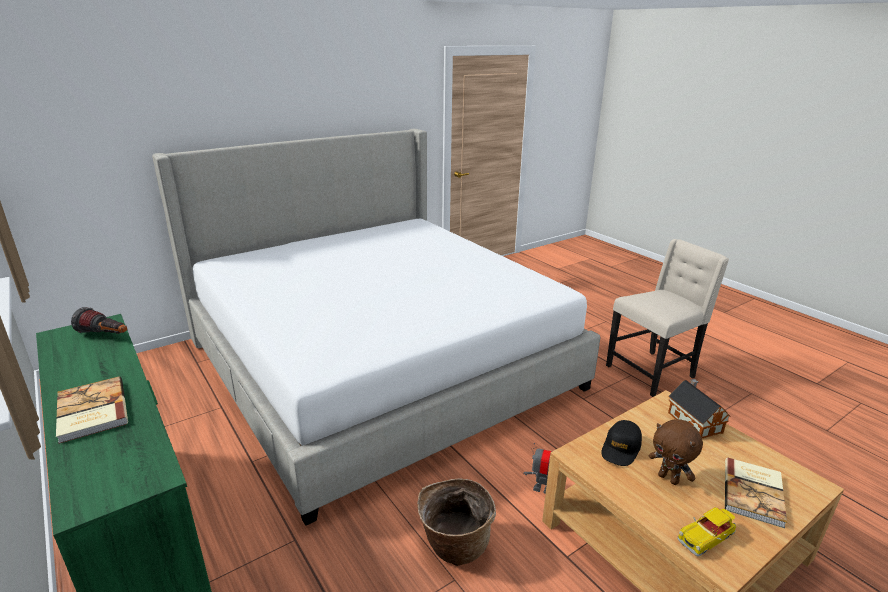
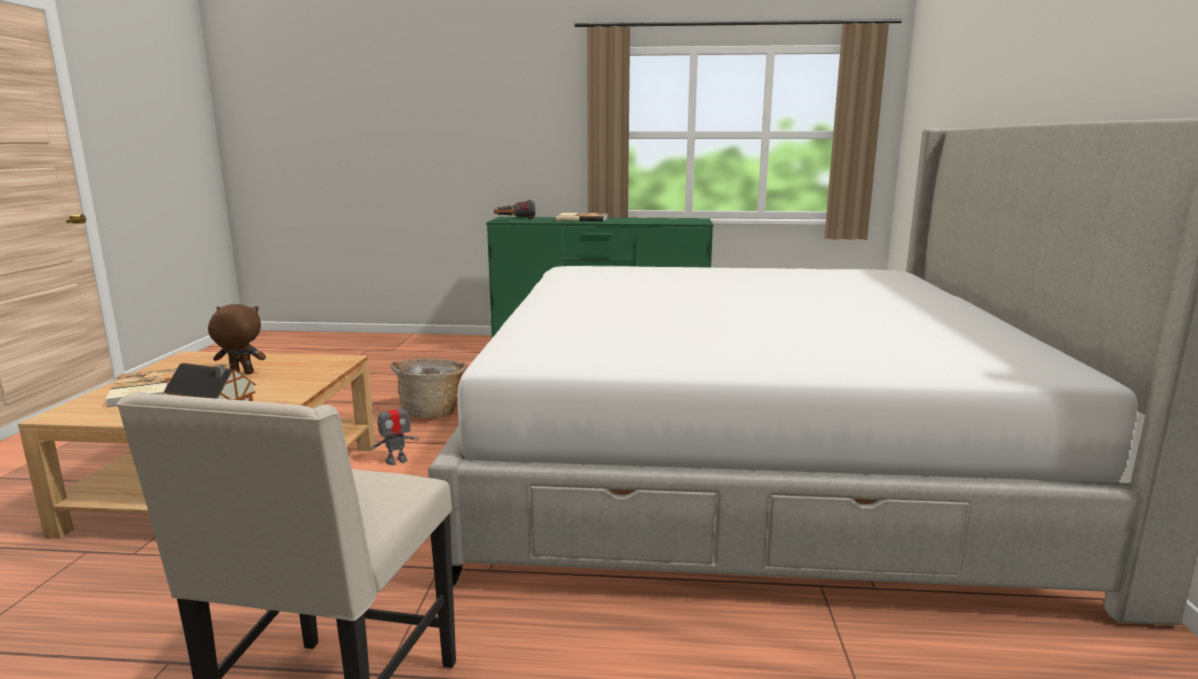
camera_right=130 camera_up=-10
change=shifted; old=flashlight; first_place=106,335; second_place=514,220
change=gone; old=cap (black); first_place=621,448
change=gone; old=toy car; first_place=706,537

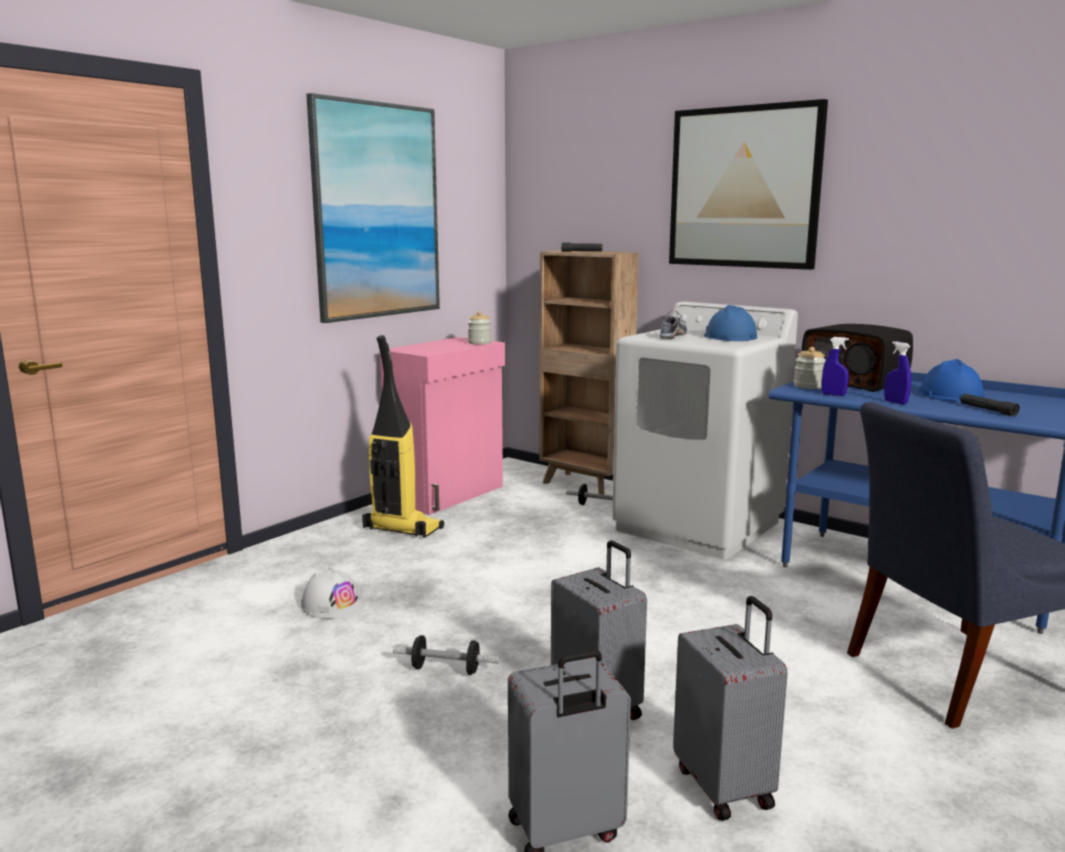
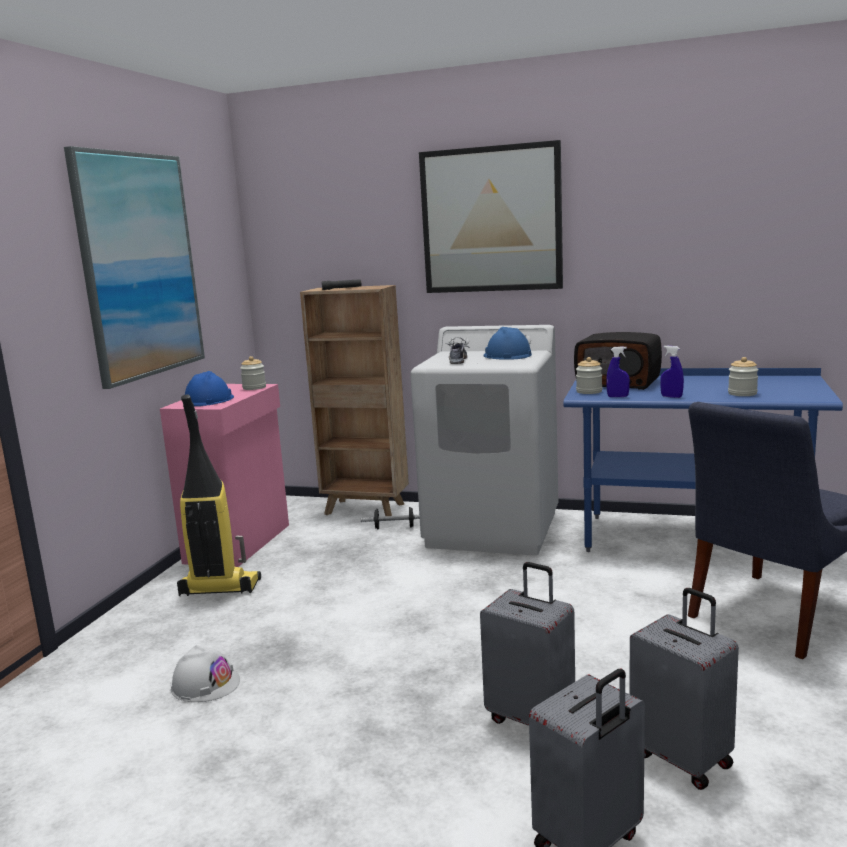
camera_right=-20 camera_up=0
change=gone; old=dumbbell; first_place=446,669
change=shifted; old=hard hat (blue); first_place=951,395; second_place=209,400
change=swapped; old=flashlight (black); new=jar; first_place=987,410; second_place=742,393

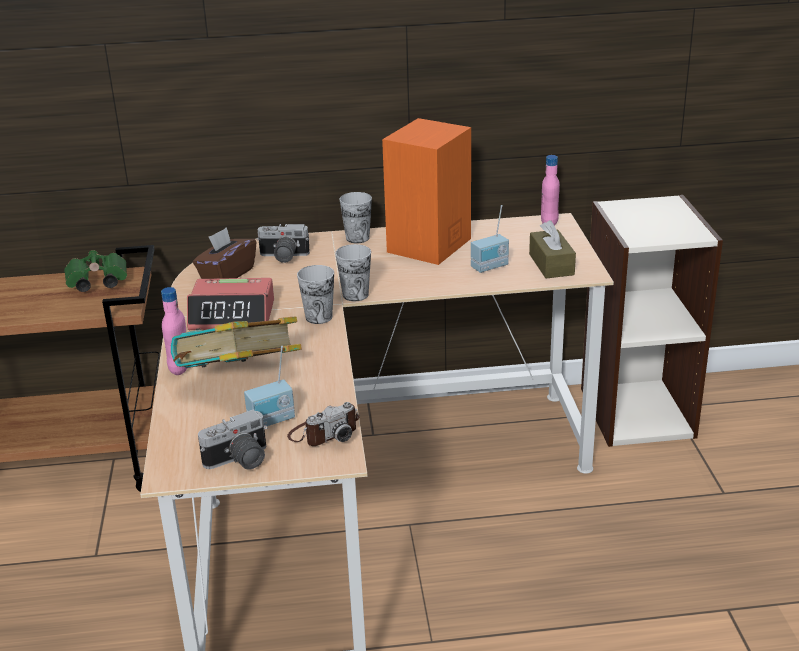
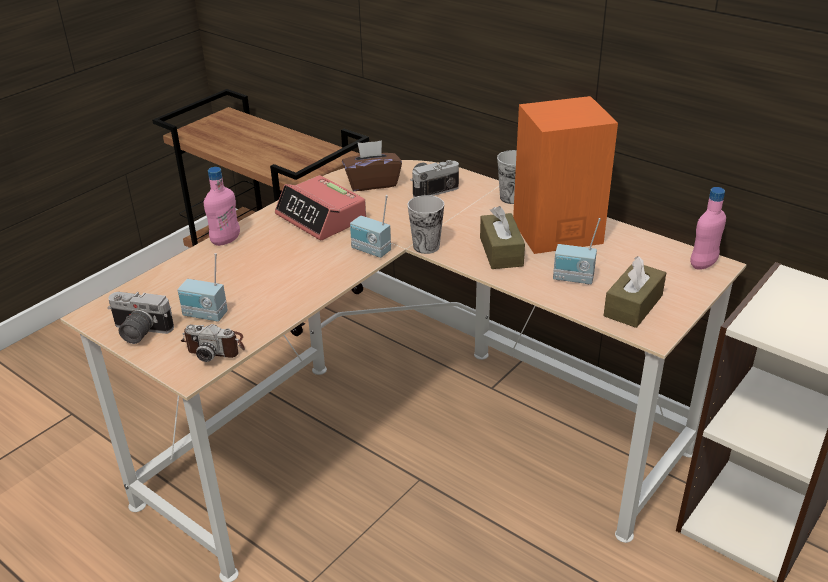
camera_right=45 camera_up=5
change=gone; old=binoculars (green); first_place=96,284
change=gone; old=book; first_place=239,381
change=rotated; old=photo camera; first_place=283,257; second_place=431,187; degrees=105
change=swapped; old=cup; new=radio; first_place=319,317; second_place=370,251
change=new; new=tissue box (brown); second_place=501,251

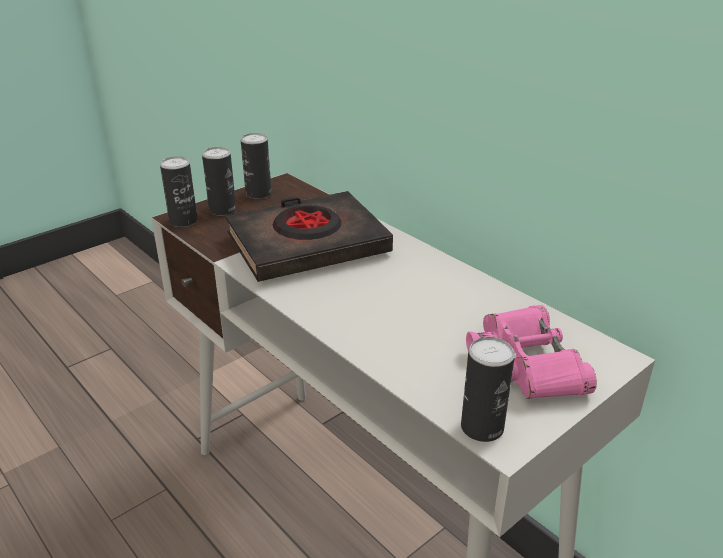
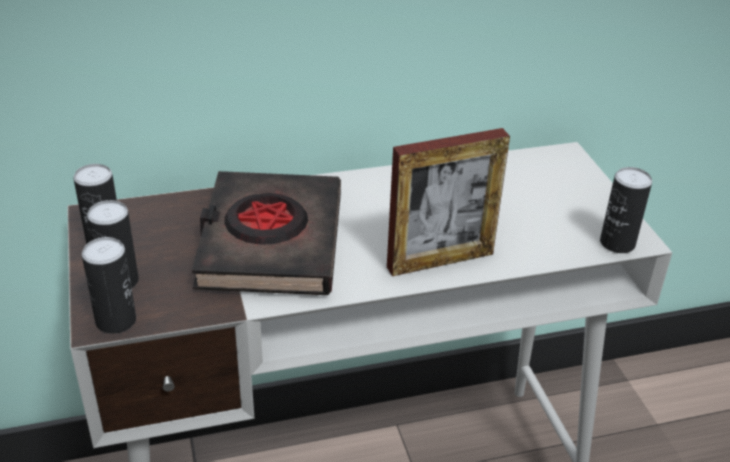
camera_right=-65 camera_up=5
change=gone; old=binoculars (pink); first_place=525,363
change=new; new=picture frame; second_place=440,260

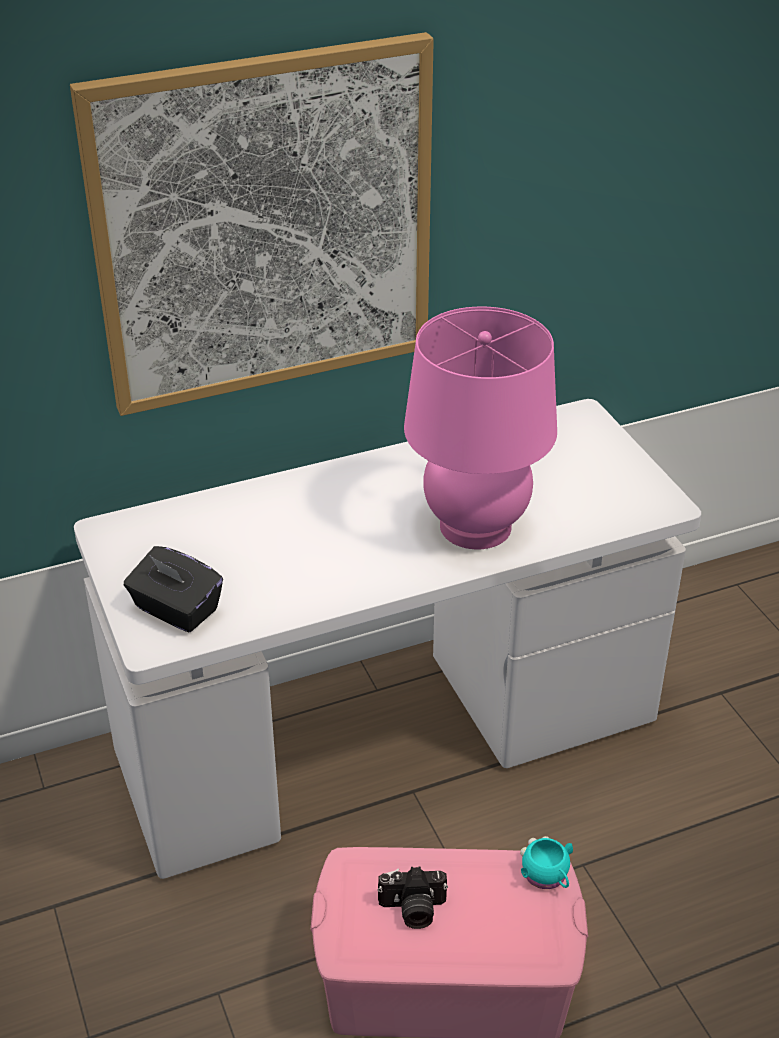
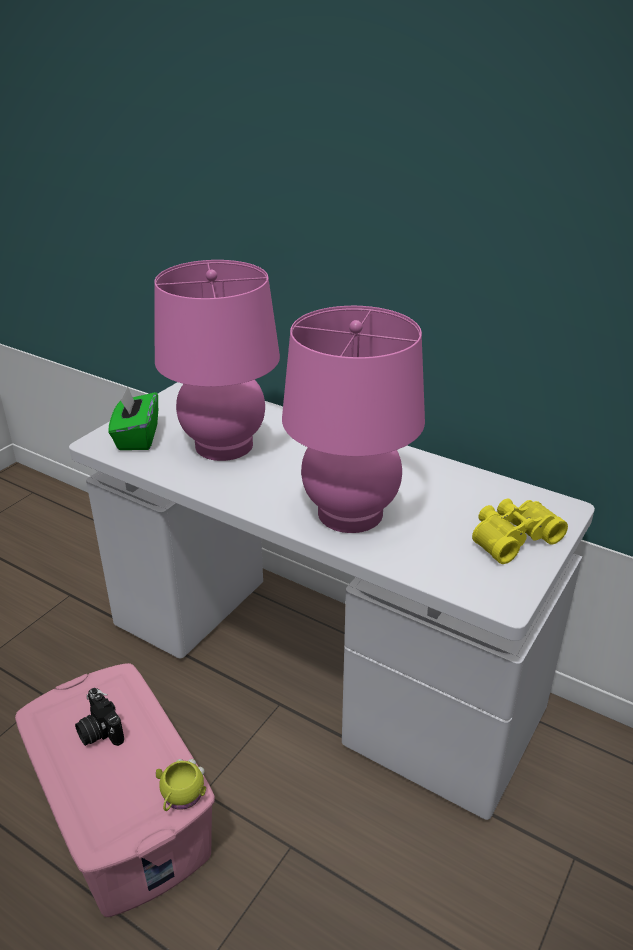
camera_right=55 camera_up=-5
change=gone; old=picture; first_place=265,227
change=repainted; old=tissue box (black); new=tissue box (green); first_place=176,610; second_place=137,437
change=repainted; old=mug (turquoise); new=mug (yellow); first_place=547,876; second_place=181,796
change=new; new=table lamp (pink); second_place=224,445
change=new; new=binoculars (yellow); second_place=511,537

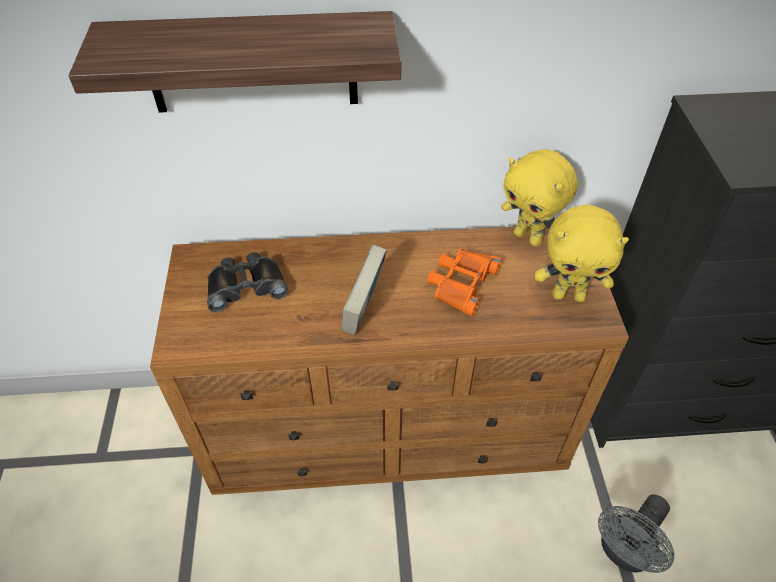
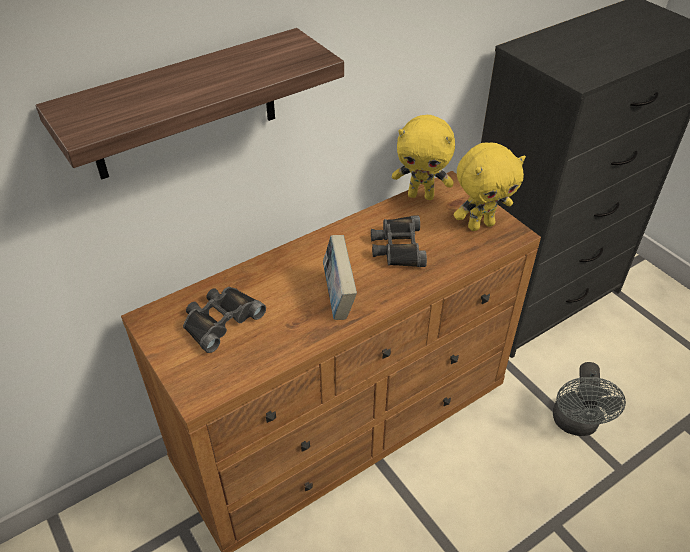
camera_right=-30 camera_up=-5
change=repainted; old=binoculars (orange); new=binoculars (black); first_place=461,283; second_place=397,247

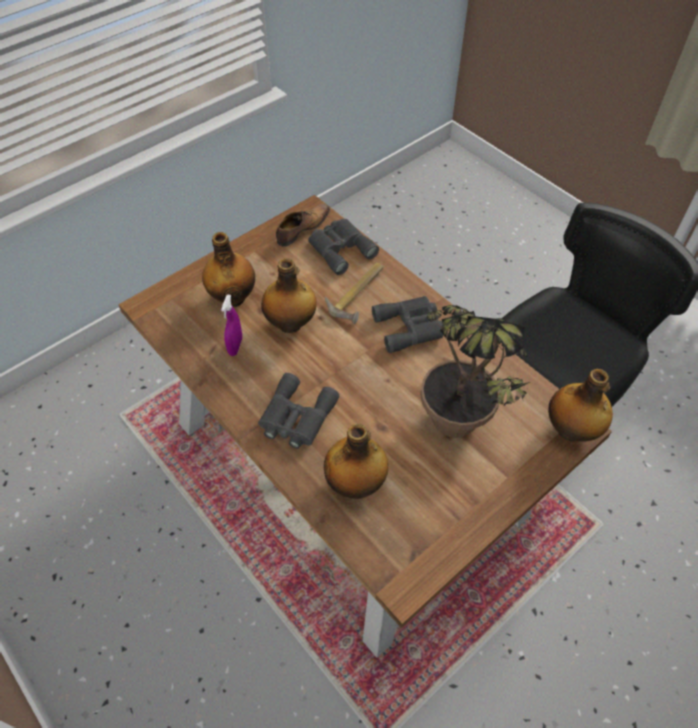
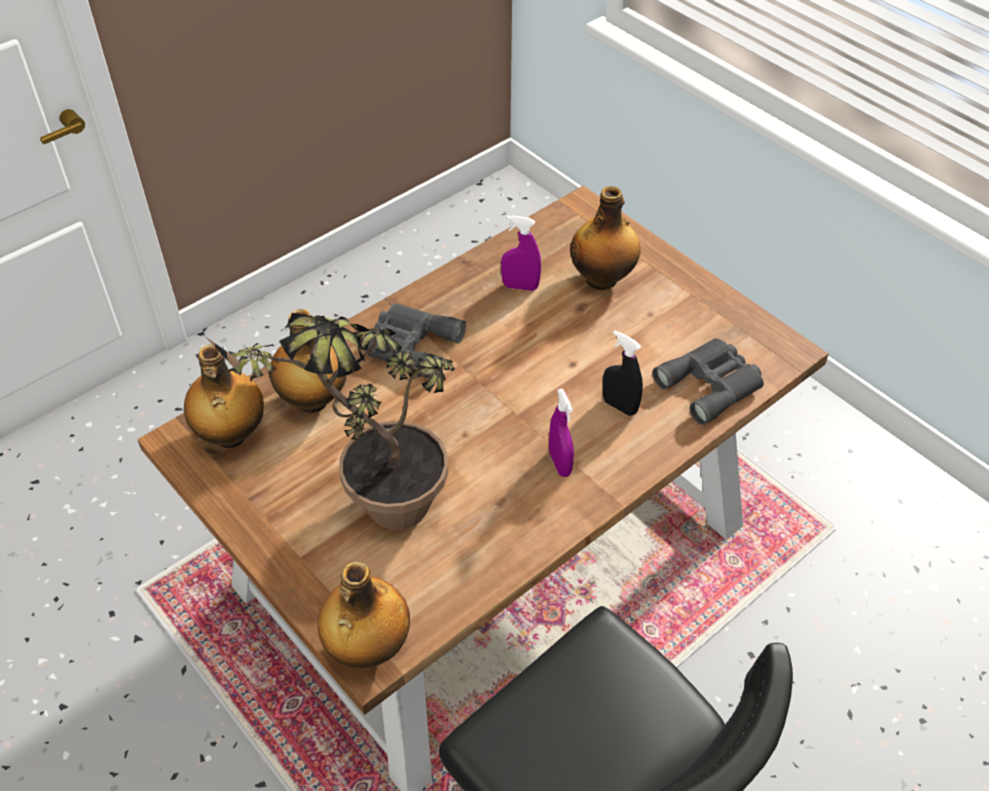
camera_right=90 camera_up=-5
change=shifted; old=bottle; first_place=291,323; second_place=231,435
change=gone; old=shoe; first_place=302,229
change=swapped; old=hammer; new=spray bottle (black); first_place=359,294; second_place=619,406
change=swapped; old=binoculars (grey); new=spray bottle (purple); first_place=411,327; second_place=560,463

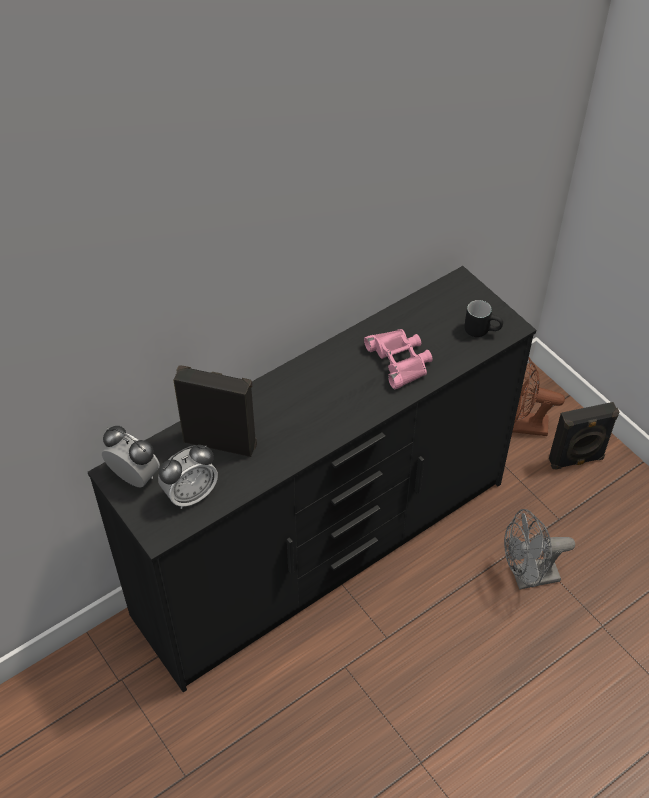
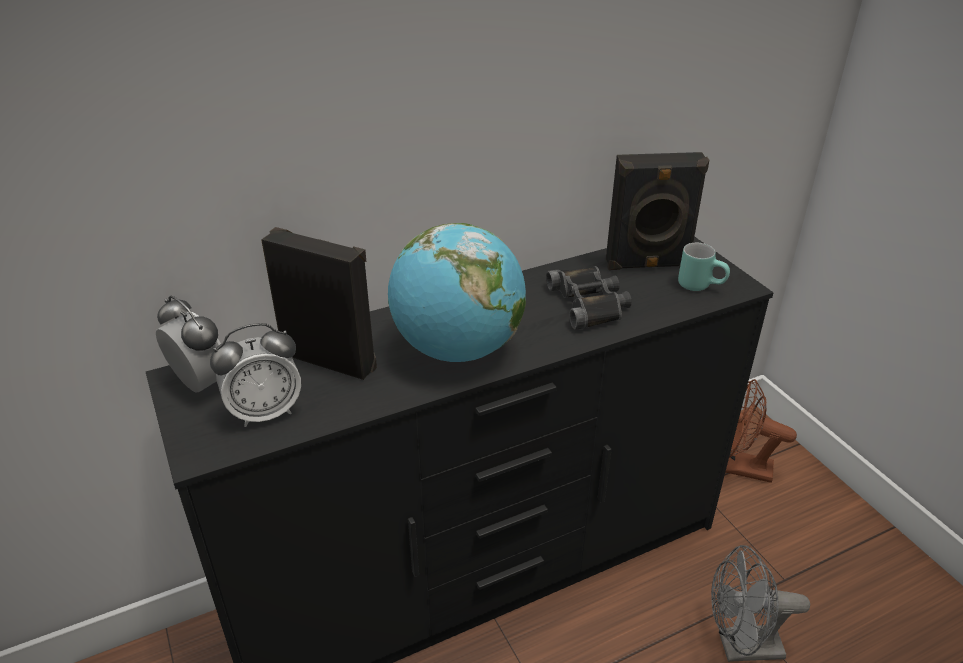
camera_right=10 camera_up=-15
change=repainted; old=binoculars (pink); new=binoculars (black); first_place=400,360; second_place=589,303
change=repainted; old=mug (black); new=mug (turquoise); first_place=482,330; second_place=701,285
change=shifted; old=speaker (black); first_place=576,460; second_place=648,265
change=new; new=globe; second_place=458,349

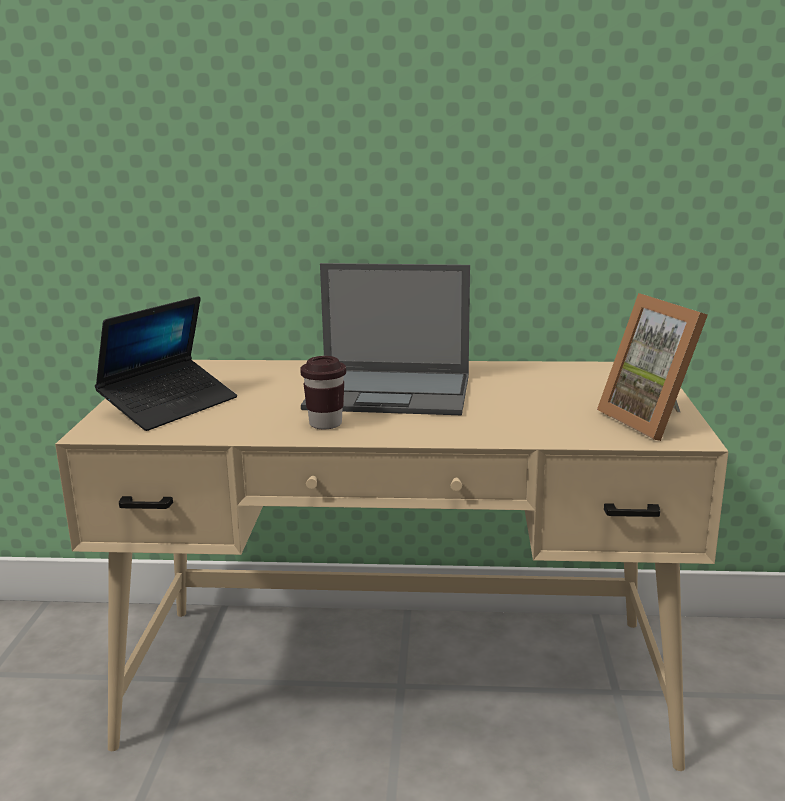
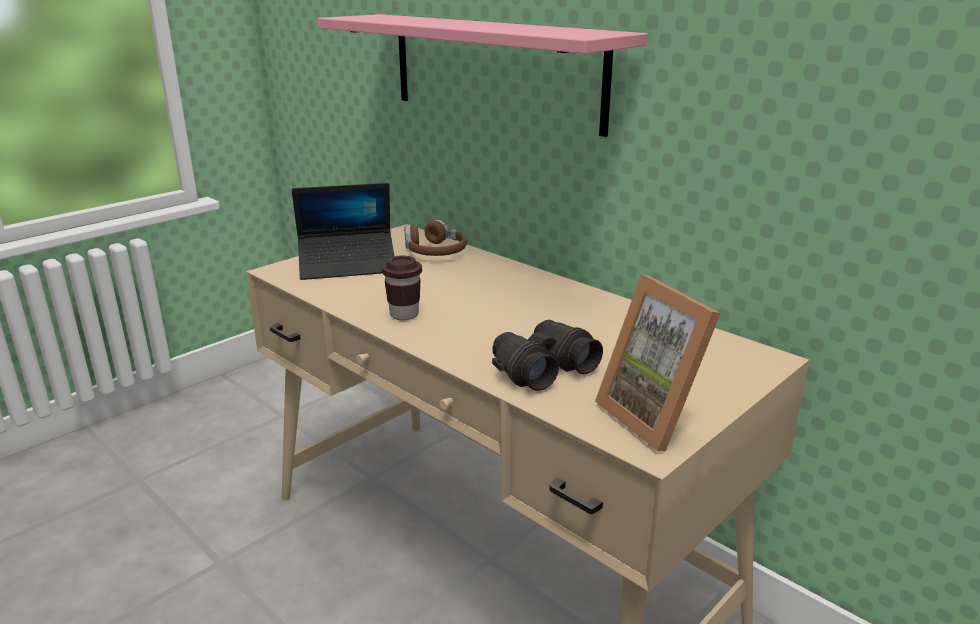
camera_right=40 camera_up=5
change=gone; old=laptop; first_place=391,392
change=rotated; old=picture frame; first_place=653,420; second_place=657,416; degrees=-45
change=new; new=shelf (pink); second_place=493,70
change=new; new=headphones (brown); second_place=435,252
change=new; new=binoculars (black); second_place=542,368

